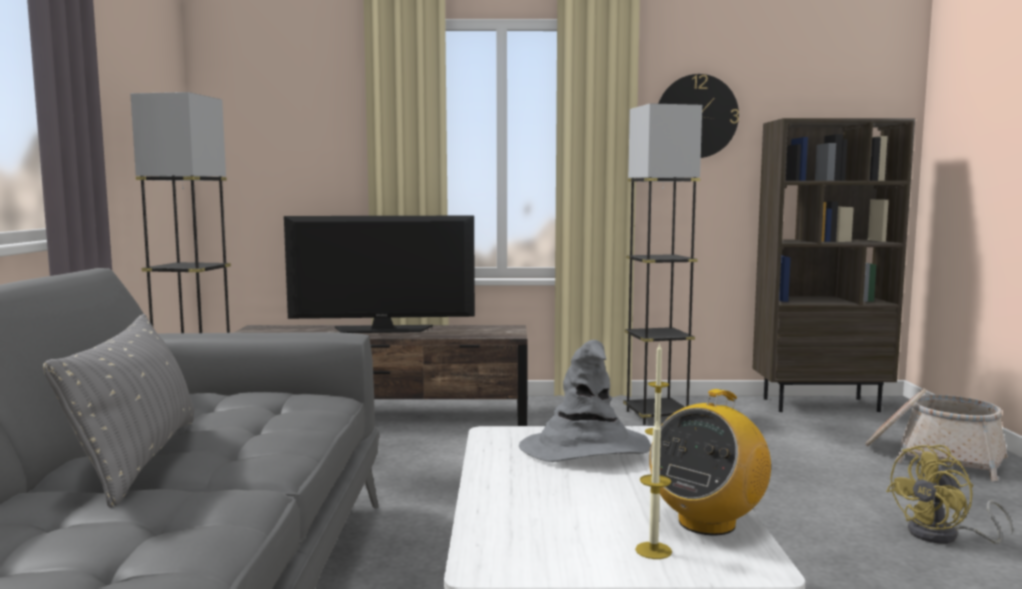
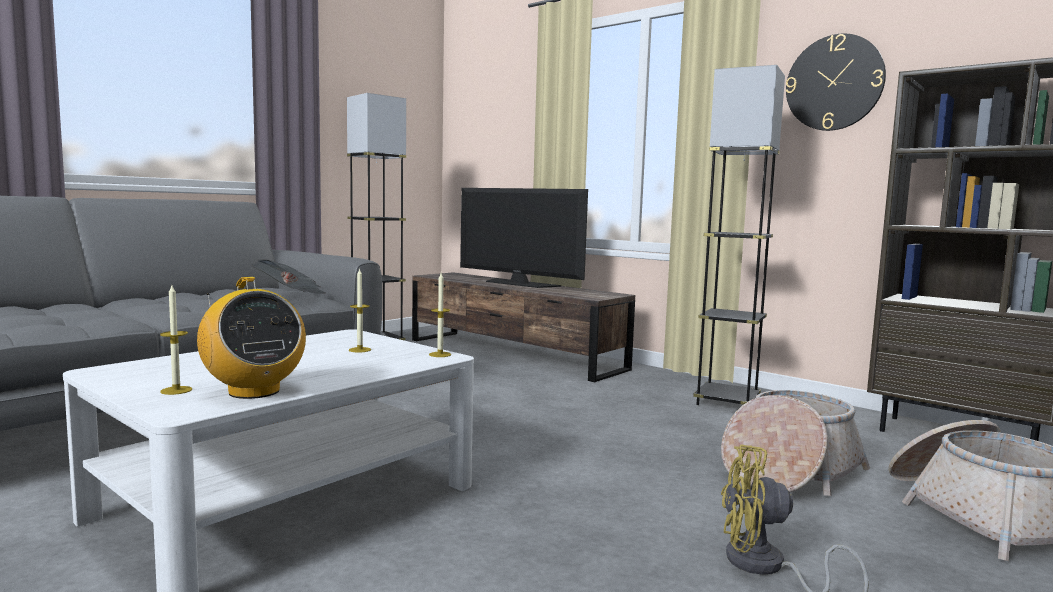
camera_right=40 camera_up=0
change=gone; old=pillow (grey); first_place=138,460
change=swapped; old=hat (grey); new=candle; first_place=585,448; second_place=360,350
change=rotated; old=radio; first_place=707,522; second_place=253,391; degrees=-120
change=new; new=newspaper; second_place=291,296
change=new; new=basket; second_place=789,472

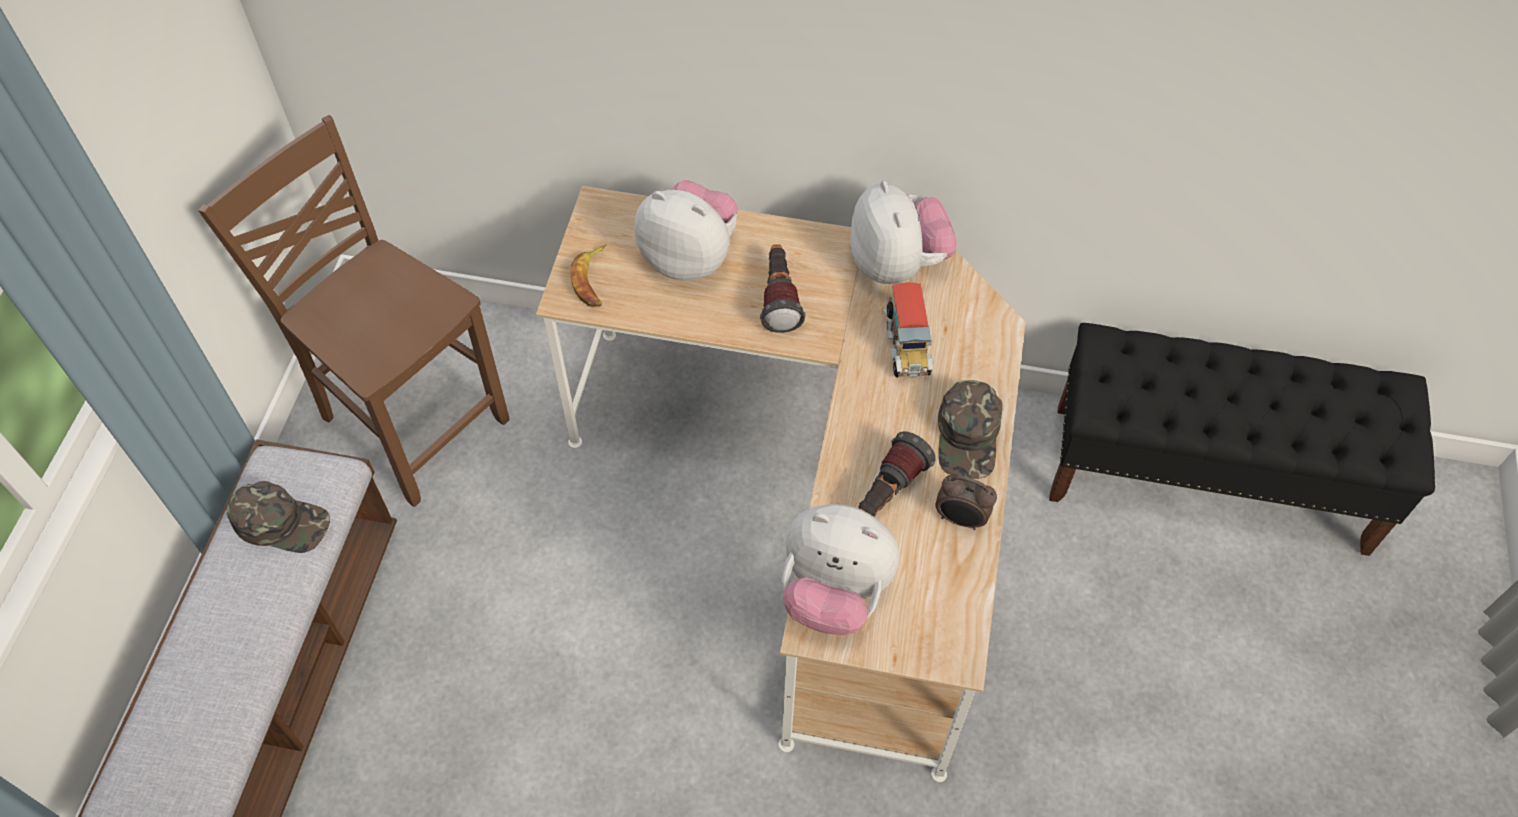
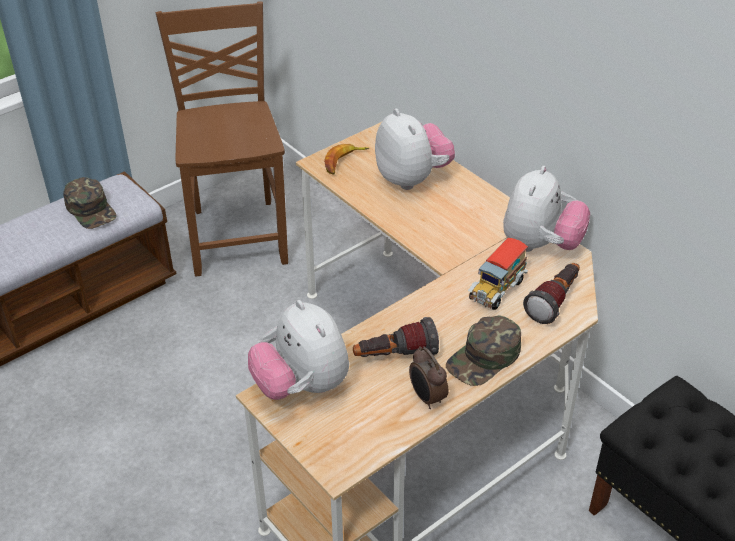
camera_right=40 camera_up=-15
change=shifted; old=flashlight; first_place=779,298; second_place=554,302

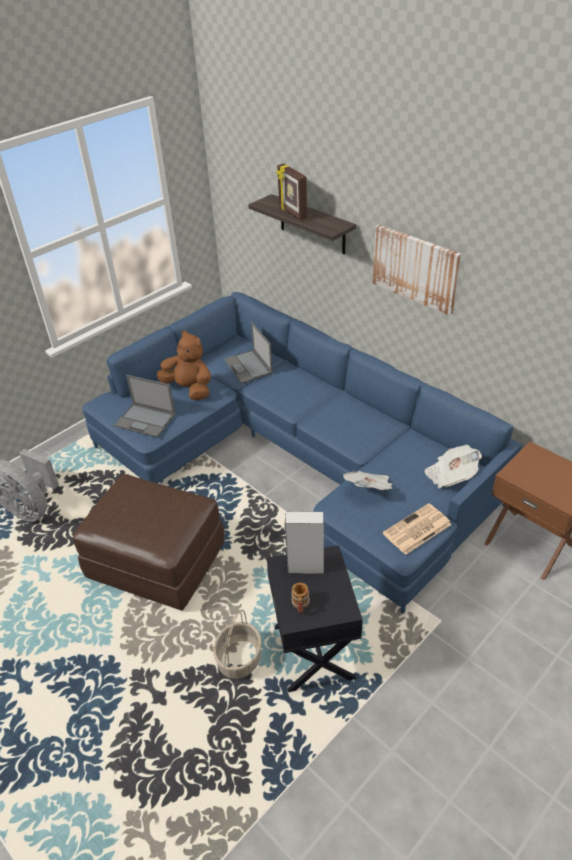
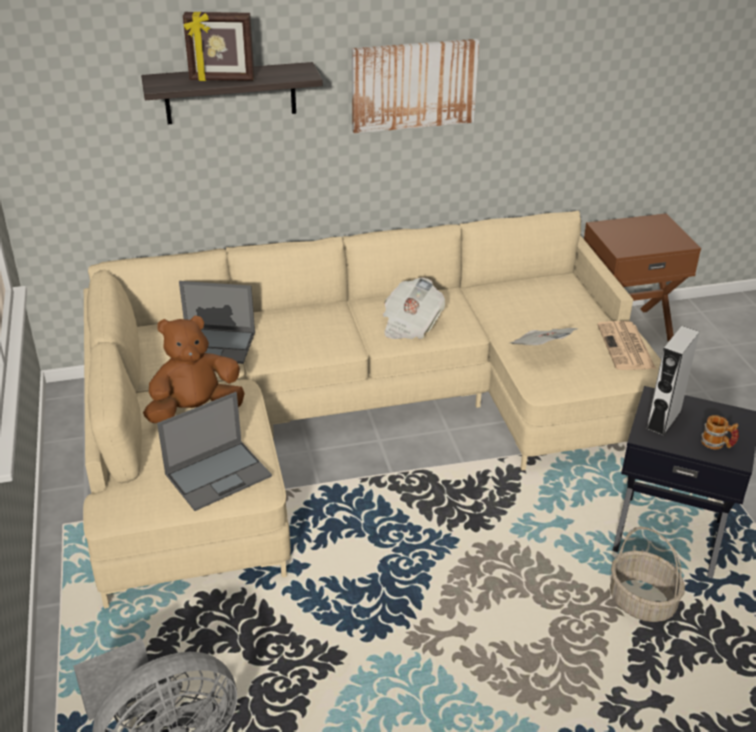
camera_right=-60 camera_up=-5
change=gone; old=ottoman (brown); first_place=158,561
change=repainted; old=sofa (blue); new=sofa (beige); first_place=296,457; second_place=351,419
change=shifted; old=newspaper; first_place=450,476; second_place=410,324

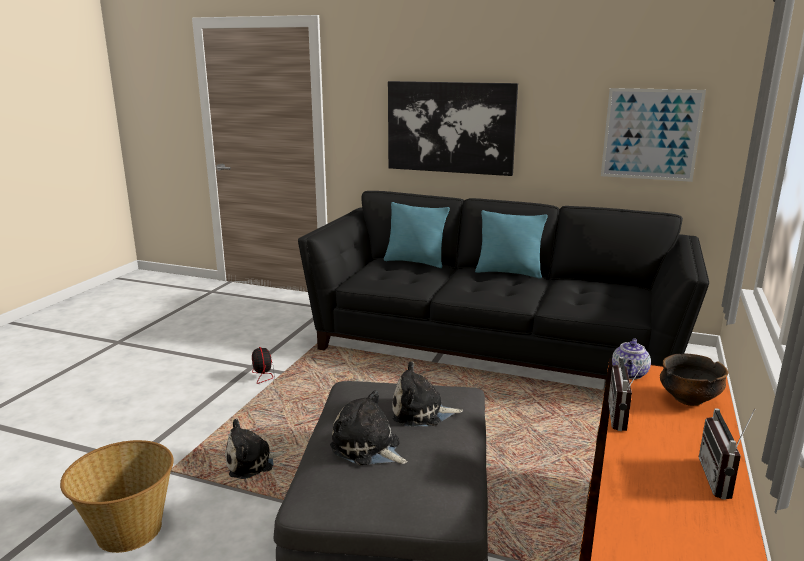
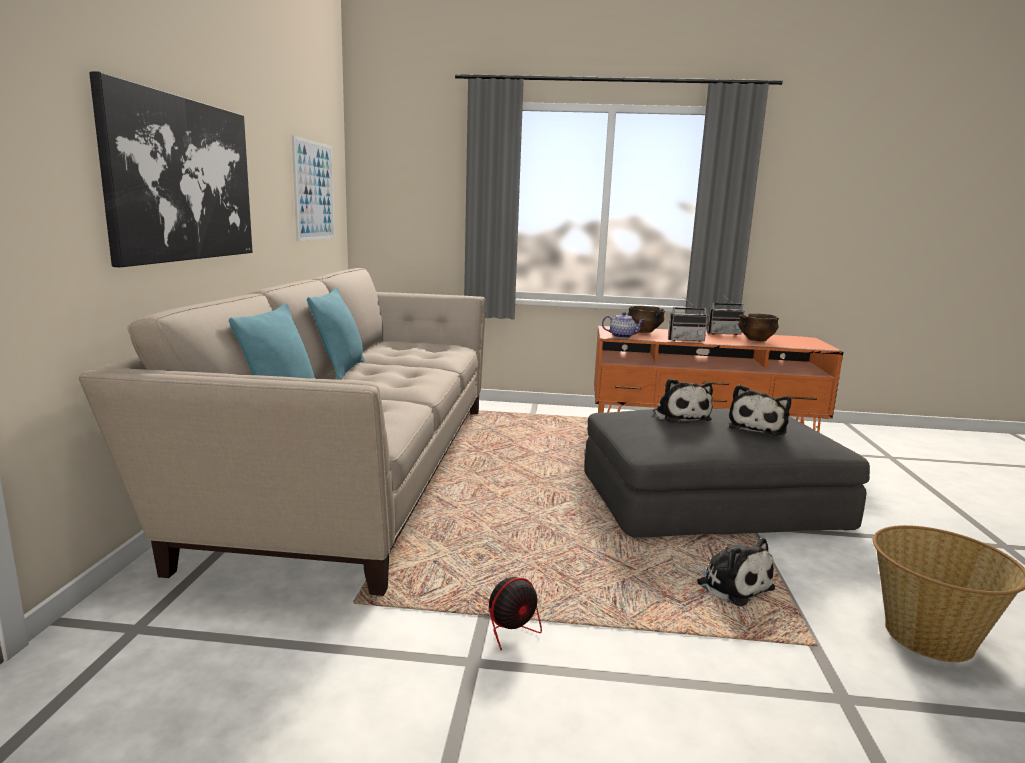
camera_right=-105 camera_up=-5
change=repainted; old=sofa (black); new=sofa (beige); first_place=494,346; second_place=356,469
change=new; new=bowl; second_place=756,340

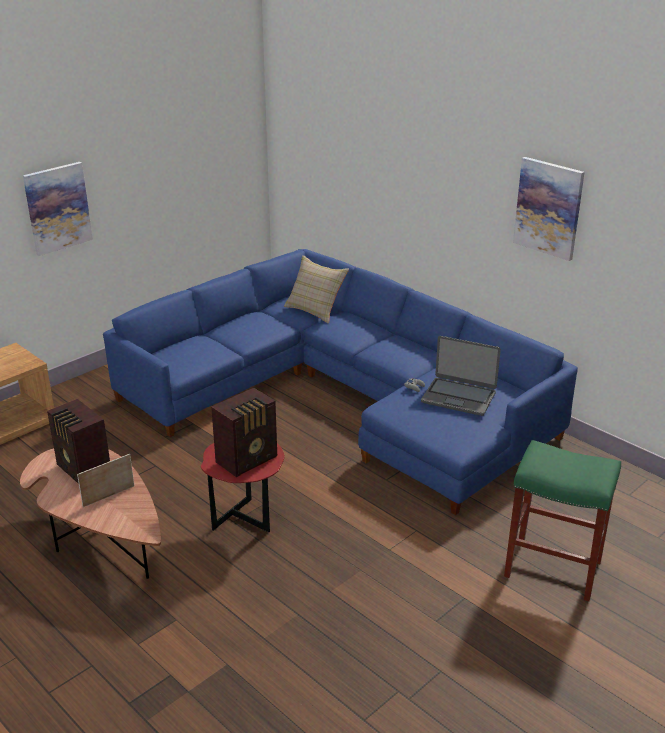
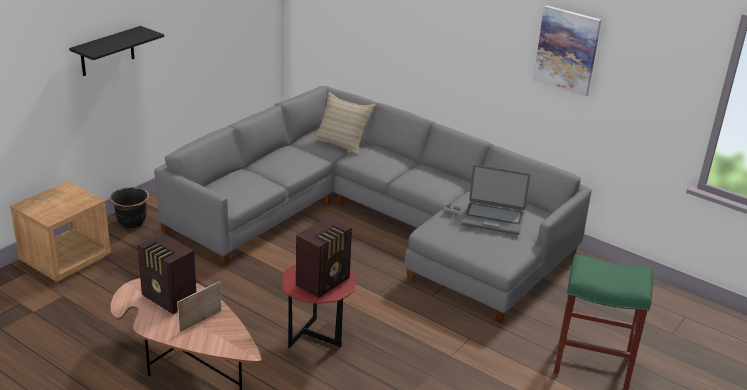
camera_right=-10 camera_up=0
change=swapped; old=picture; new=shelf (black); first_place=57,208; second_place=107,51
change=repainted; old=sofa (blue); new=sofa (grey); first_place=343,397; second_place=375,223
change=new; new=planter (black); second_place=132,223

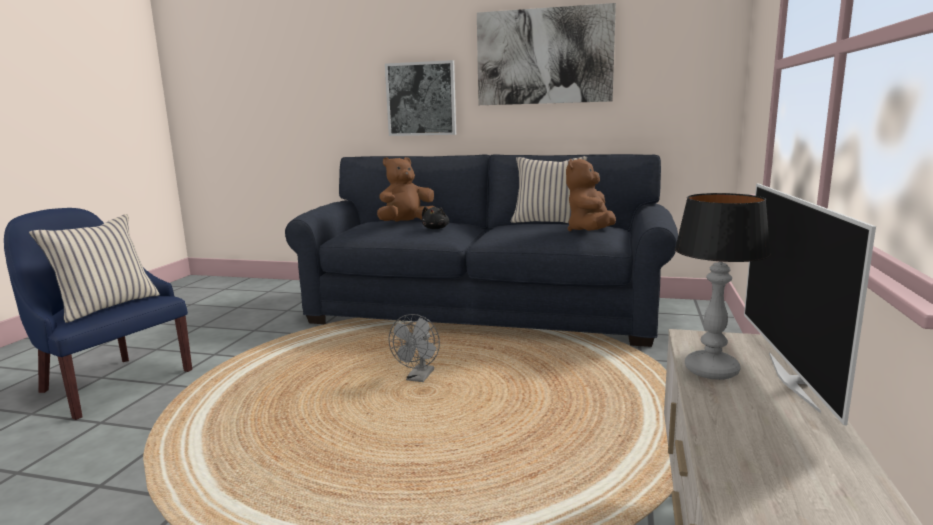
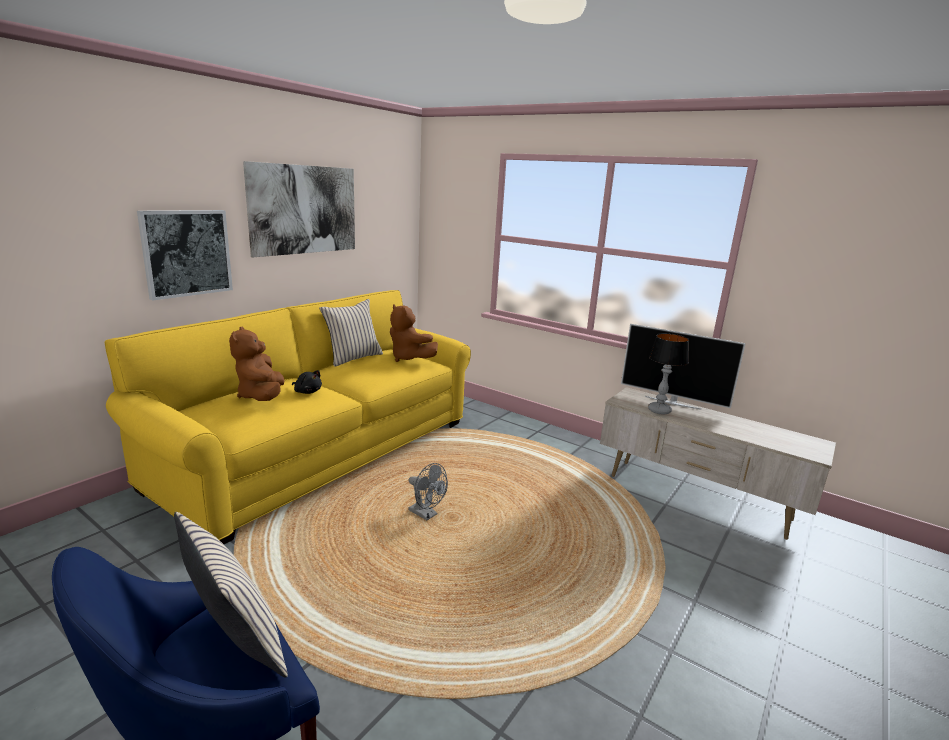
camera_right=-70 camera_up=5
change=repainted; old=sofa (blue); new=sofa (yellow); first_place=483,311; second_place=322,452

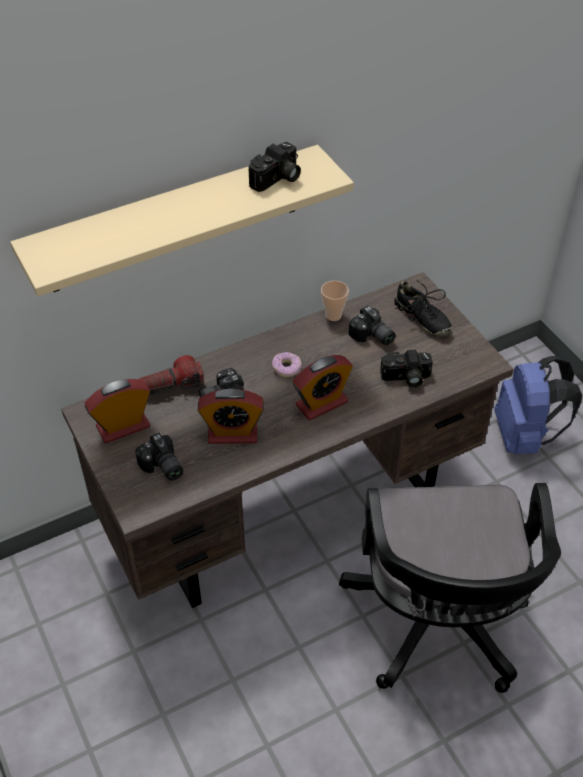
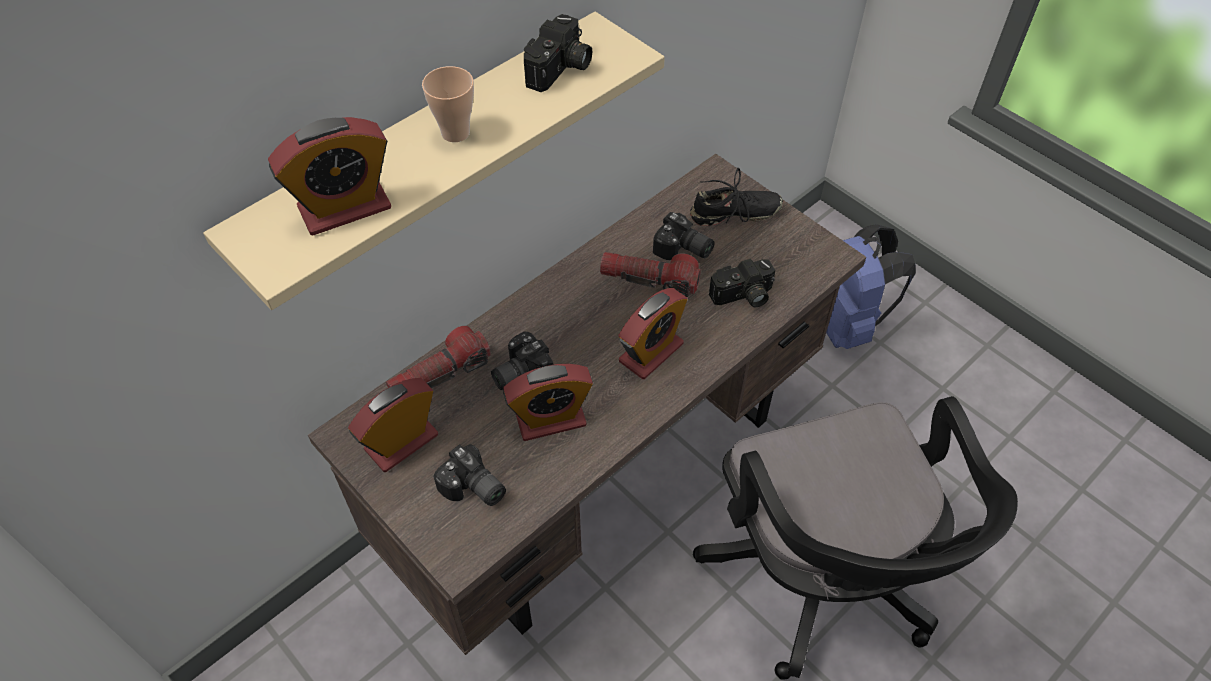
camera_right=-15 camera_up=5
change=gone; old=donut; first_place=286,368
change=shifted; old=cup; first_place=333,315; second_place=455,133
change=rotated; old=shoe (black); first_place=421,319; second_place=735,214; degrees=-45
change=new; new=alarm clock; second_place=345,208
change=new; new=flashlight; second_place=649,280

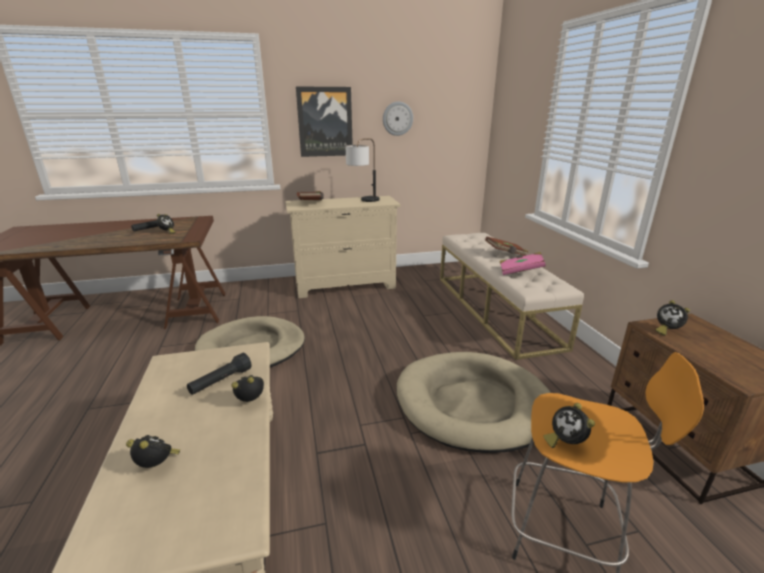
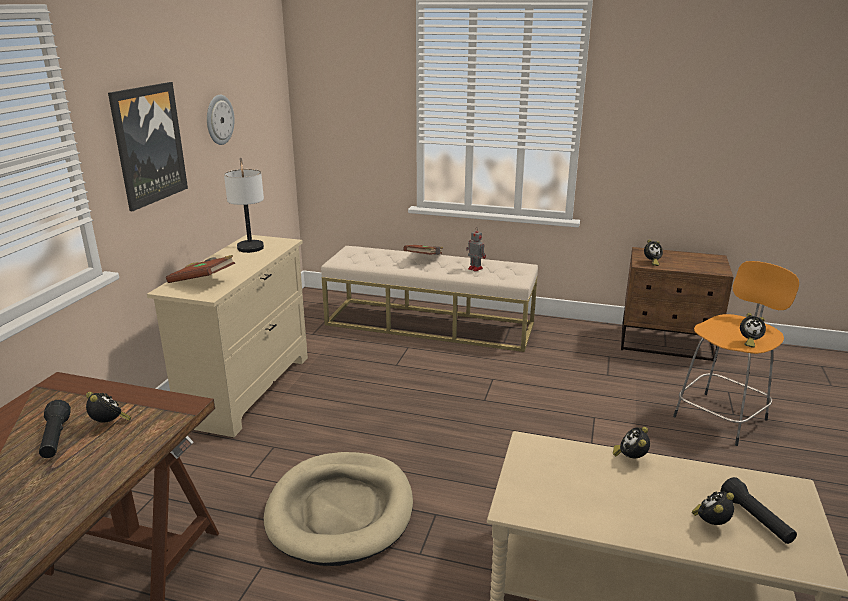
camera_right=-60 camera_up=0
change=shifted; old=flashlight (black); first_place=221,382; second_place=756,520
change=gone; old=dog bed (beige); first_place=473,404
change=swapped; old=book (pink); new=toy robot; first_place=520,272; second_place=474,268

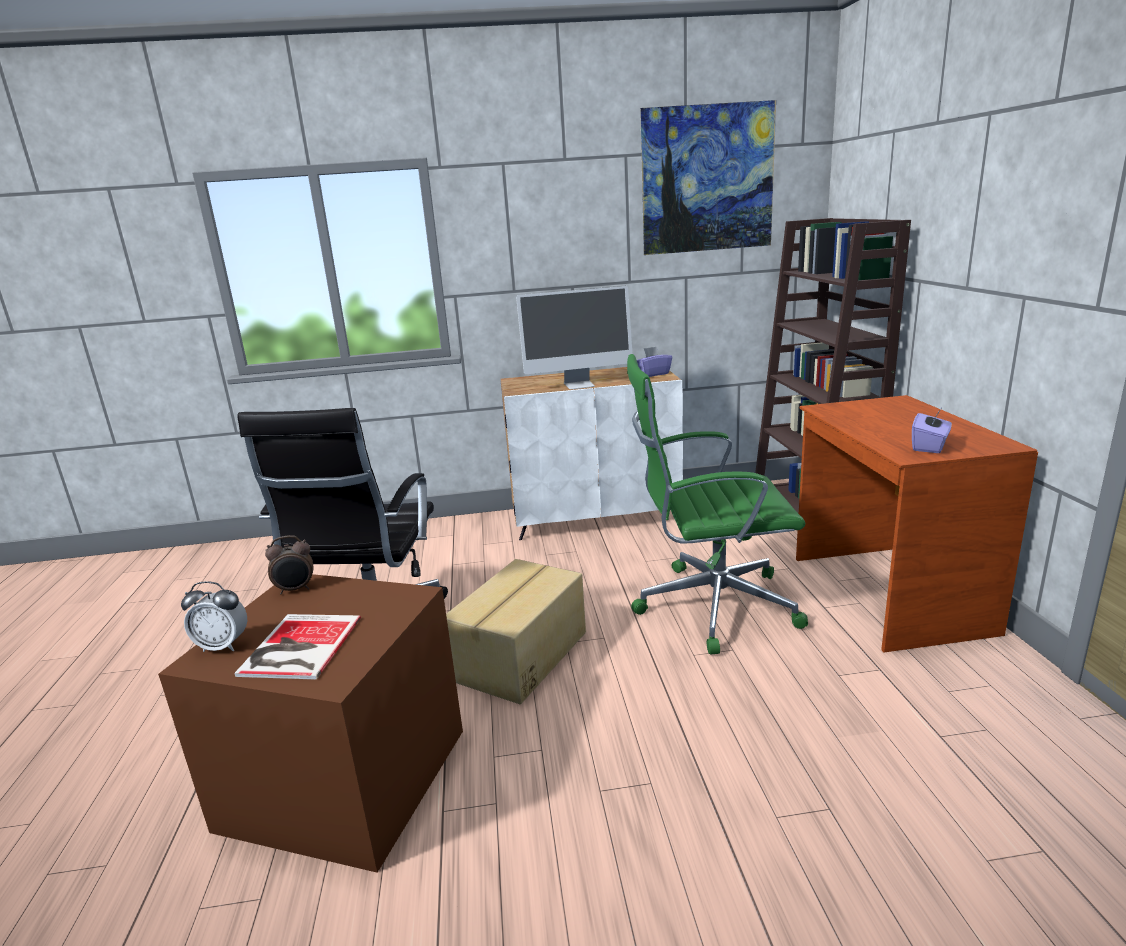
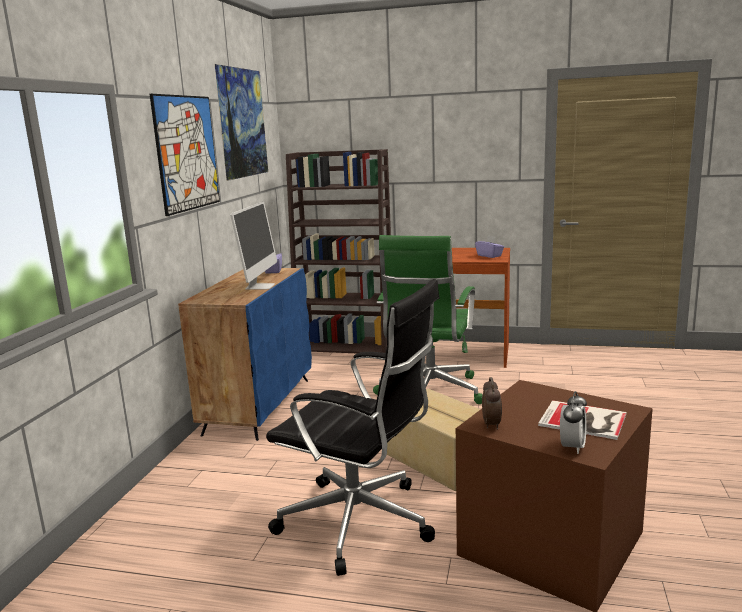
camera_right=-70 camera_up=-5
change=repainted; old=cabinet (white); new=cabinet (blue); first_place=596,517; second_place=259,405
change=new; new=picture; second_place=187,153

